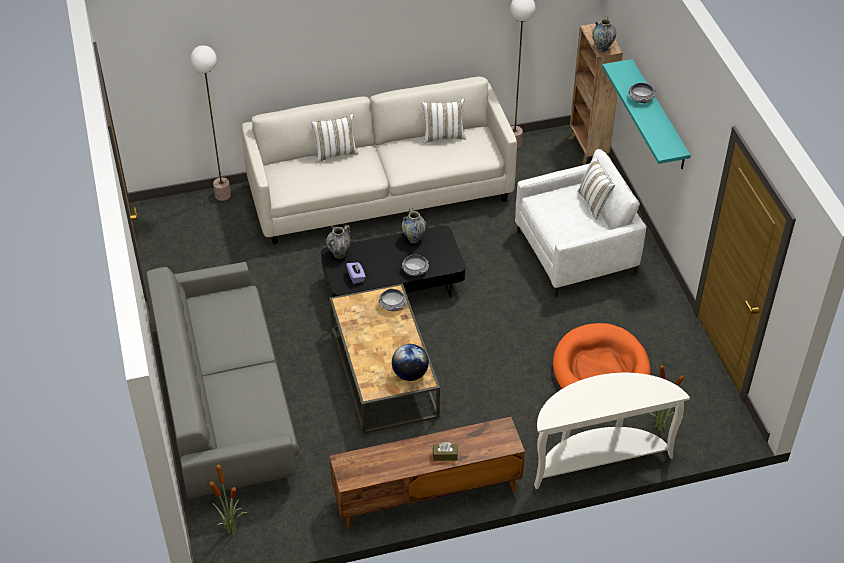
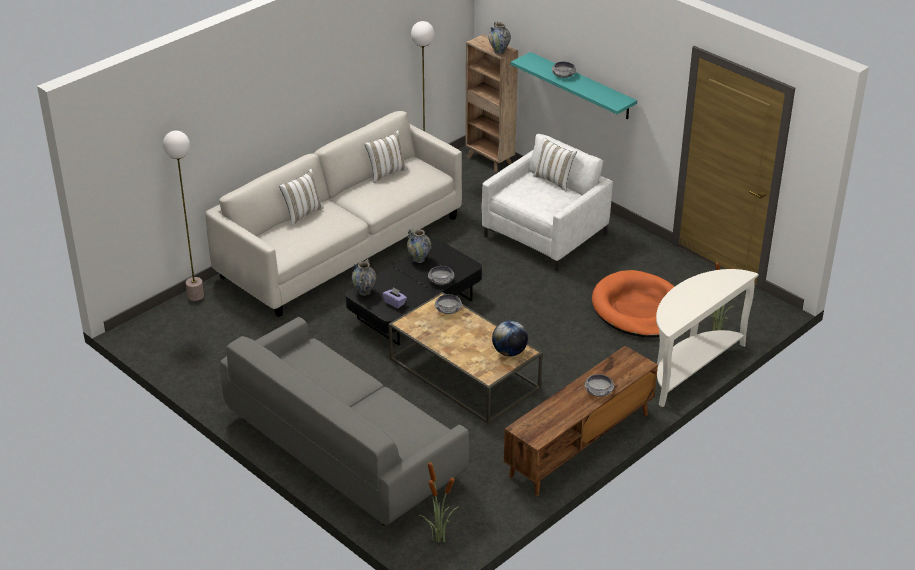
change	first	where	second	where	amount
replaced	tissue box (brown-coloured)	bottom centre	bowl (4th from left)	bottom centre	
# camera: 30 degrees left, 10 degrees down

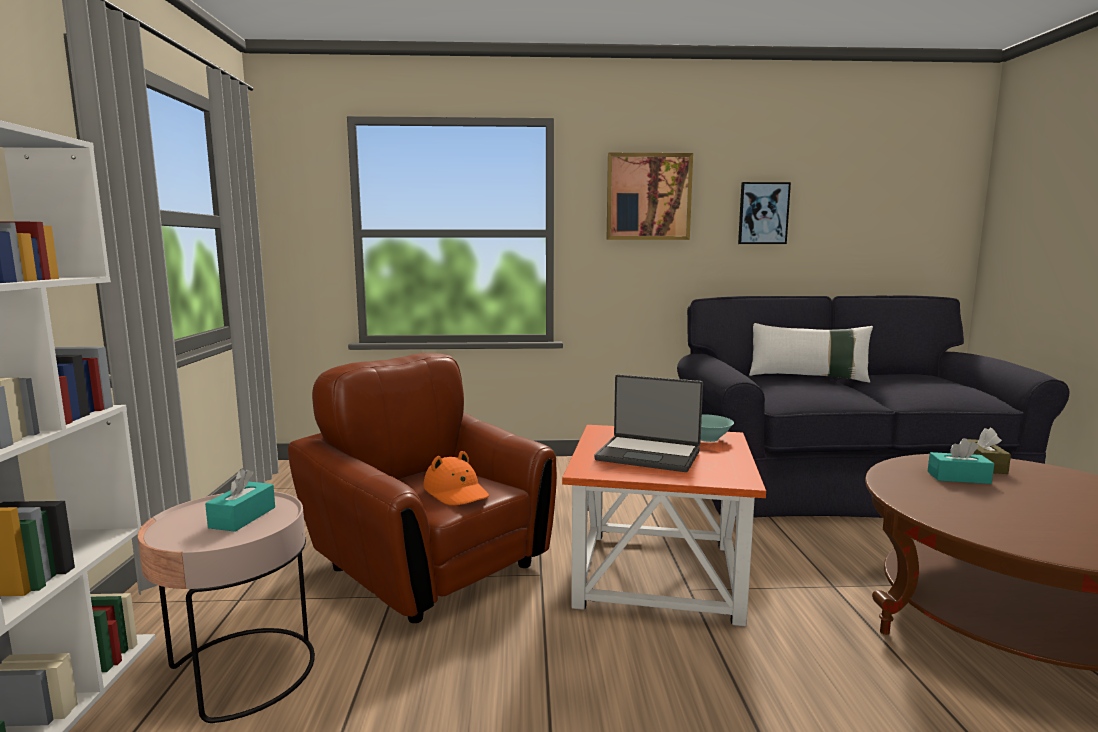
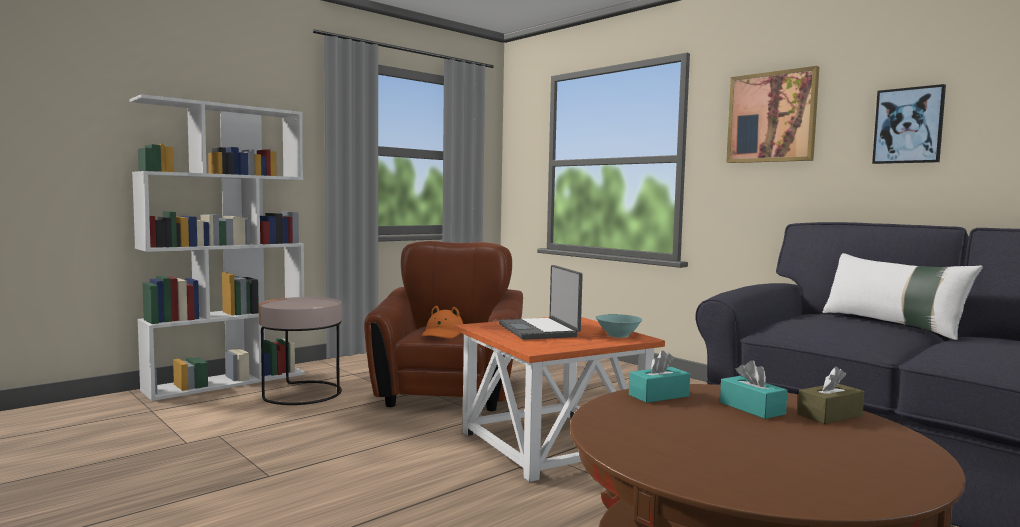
change	first	where	second	where	amount
moved	tissue box (turquoise-coloured) (1st from left)	bottom left		bottom centre	
# camera: 50 degrees right, 5 degrees down

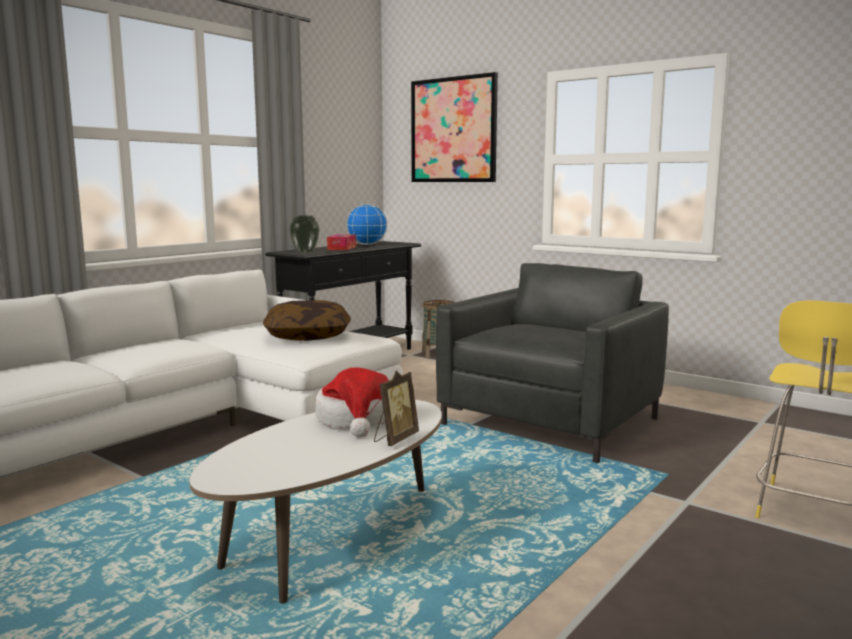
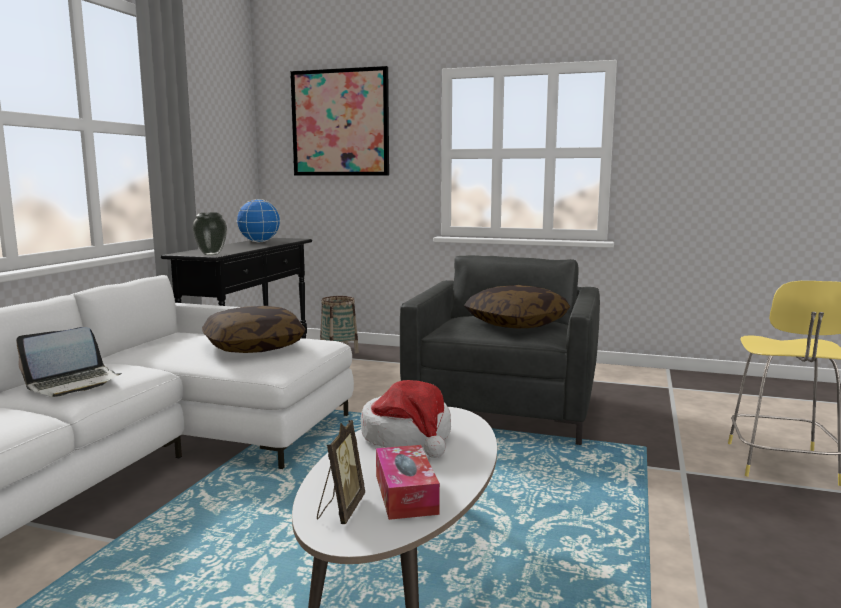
change	first	where	second	where	amount
moved	tissue box	centre		bottom centre	
moved	photo frame	centre		bottom centre	
added			portable computer	middle left	
added			throw pillow (2nd from left)	centre	
# camera: 20 degrees left, 0 degrees up

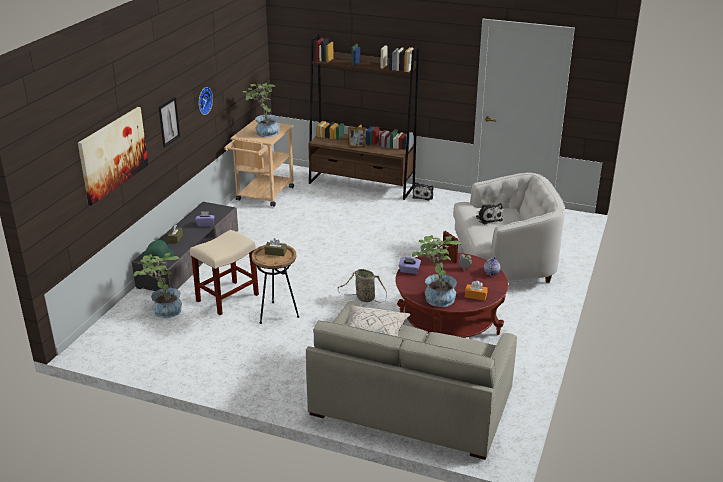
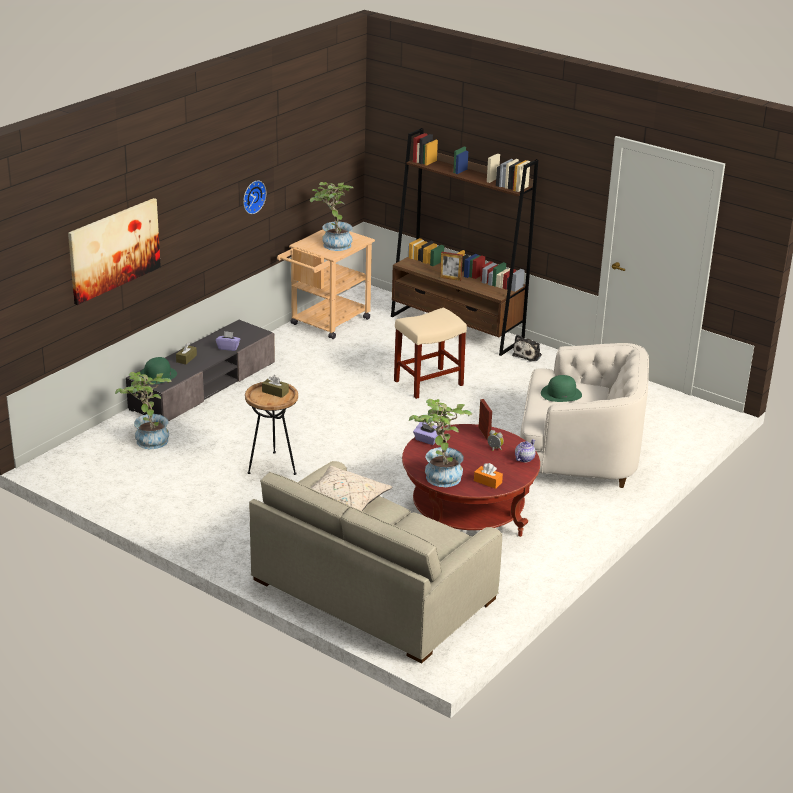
change	first	where	second	where	amount
removed	picture (2nd from left)	top left			
moved	stool (beige)	middle left		centre	
removed	storage basket	centre			
replaced	soft toy (2nd from left)	middle right	hat (green) (2nd from left)	middle right	
# camera: 15 degrees right, 0 degrees up

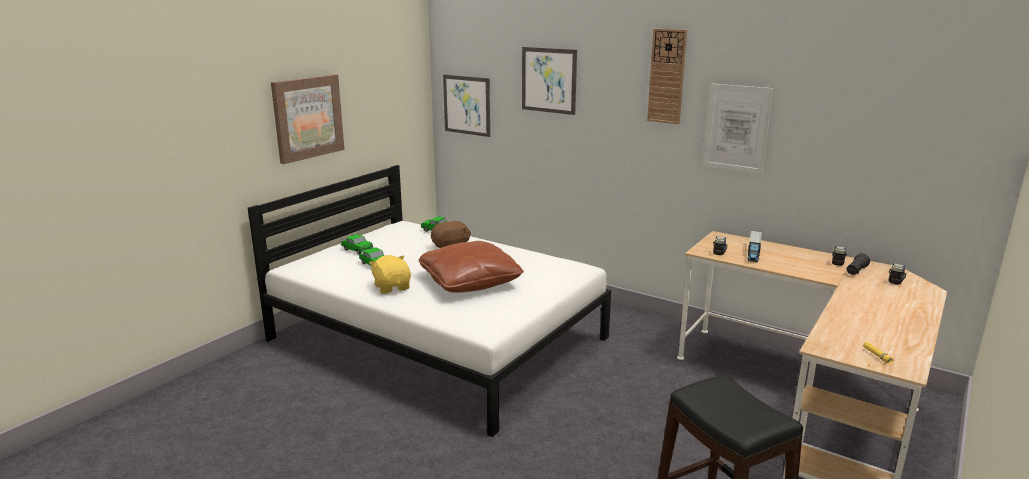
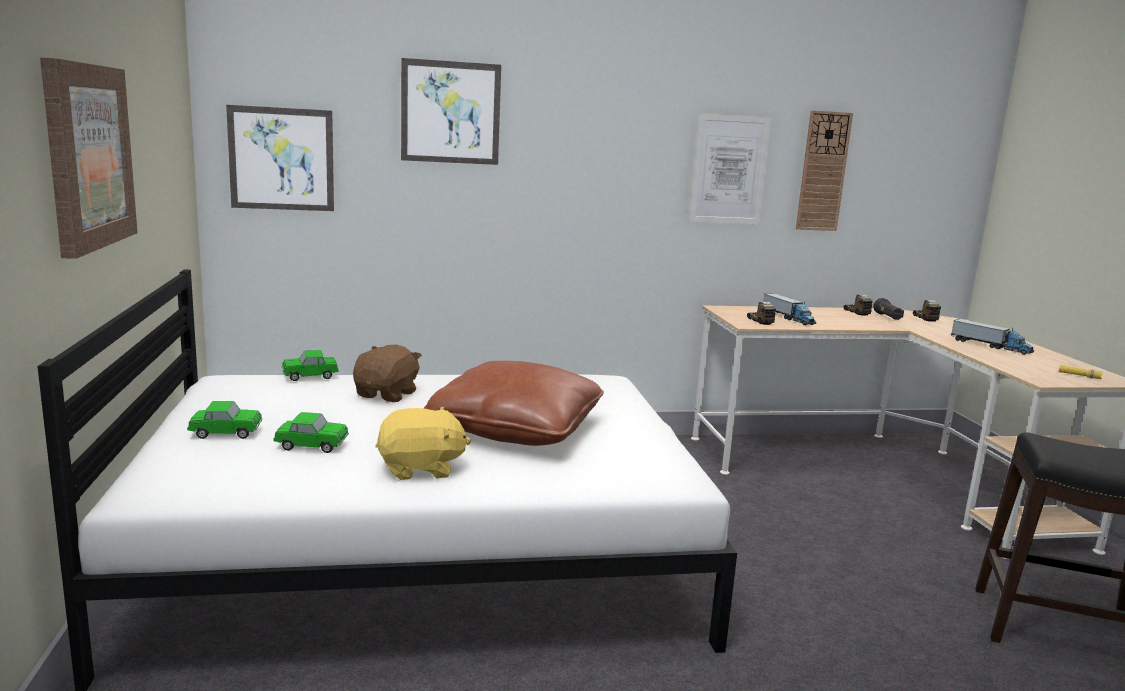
change	first	where	second	where	amount
turned	soft toy (yellow)	centre		centre	150 degrees clockwise
moved	clock on the wall	top centre		top right	
added			toy lorry (5th from left)	middle right	
# camera: 45 degrees left, 5 degrees down

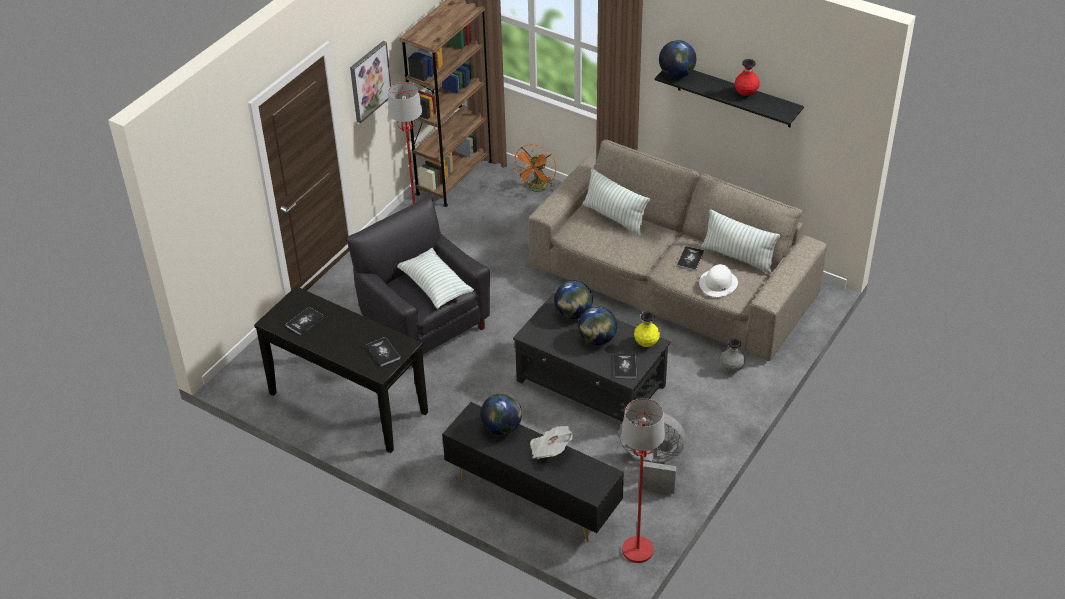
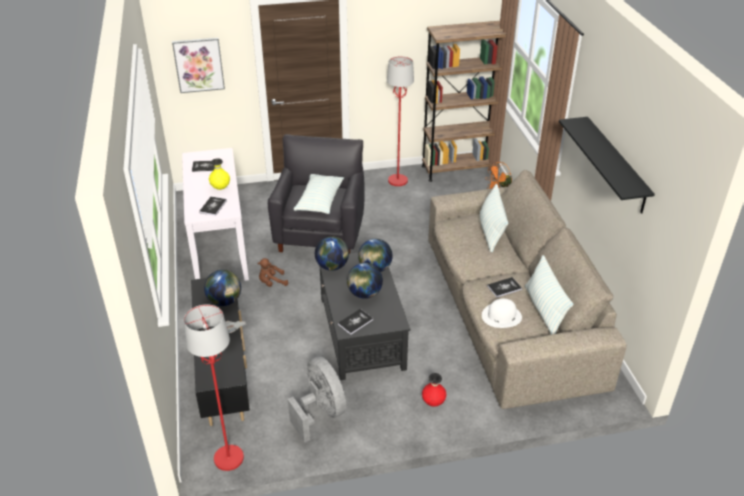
change	first	where	second	where	amount
recoloured	narrow table (black)	middle left	narrow table (white)	middle left	
moved	picture	top centre		top left	
moved	vase (yellow)	centre		middle left	
moved	globe (4th from left in the first image)	top centre	globe (2nd from left)	centre	
removed	vase (greyish)	middle right			
moved	vase (red-coloured)	top right		bottom centre	
added			soft toy (brown-coloured)	centre	
# camera: 45 degrees right, 5 degrees down

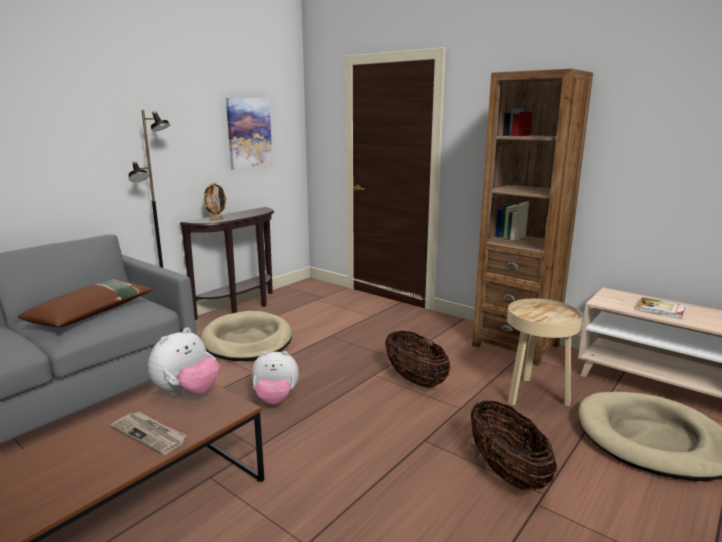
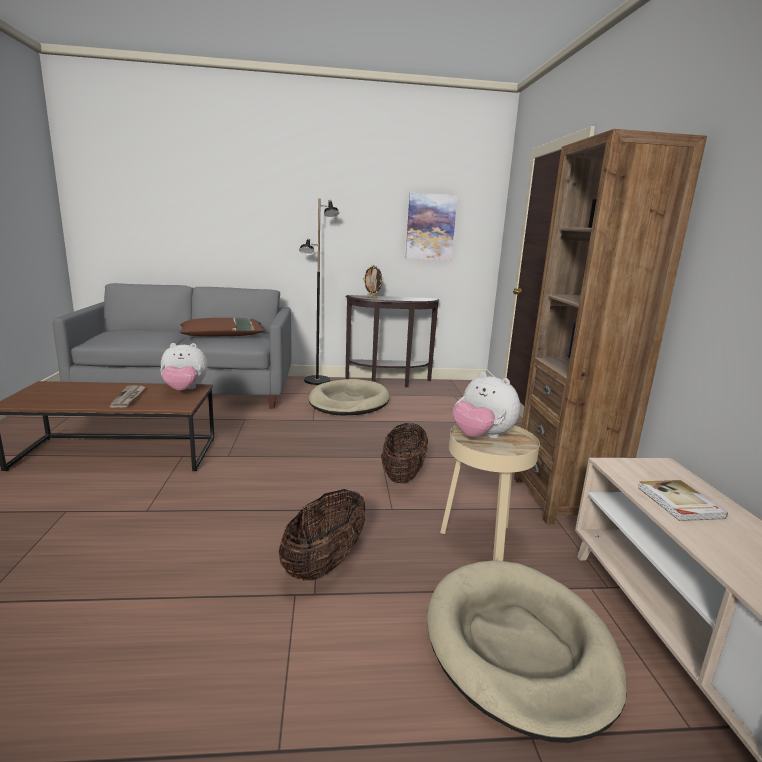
change	first	where	second	where	amount
moved	soft toy (2nd from left)	bottom centre		centre	
# camera: 45 degrees right, 0 degrees up

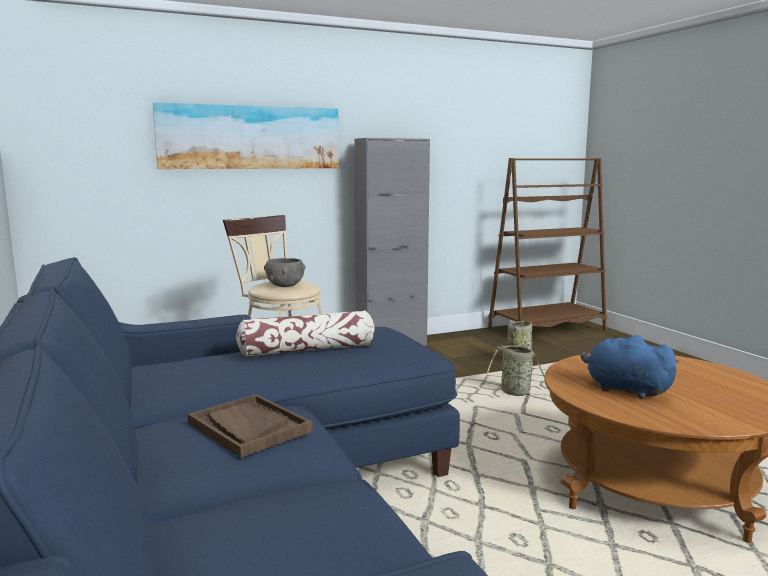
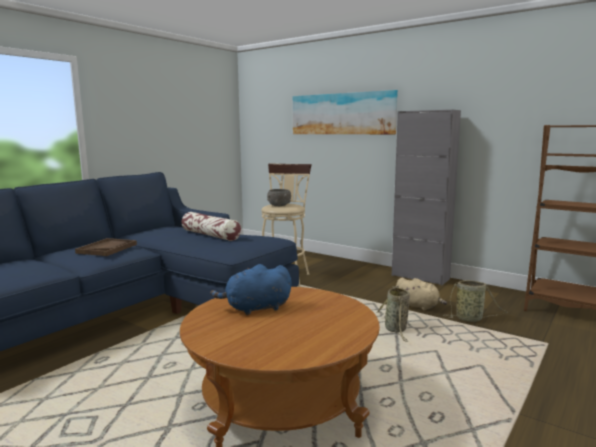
change	first	where	second	where	amount
turned	soft toy (blue)	middle right		centre	120 degrees counterclockwise
added			soft toy (beige)	middle right	
# camera: 60 degrees right, 0 degrees up

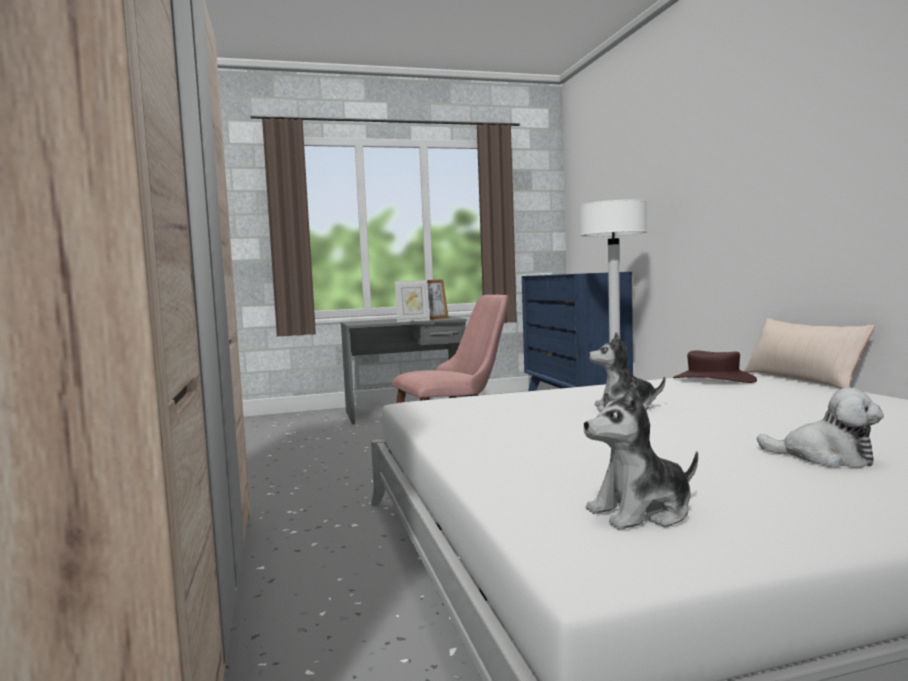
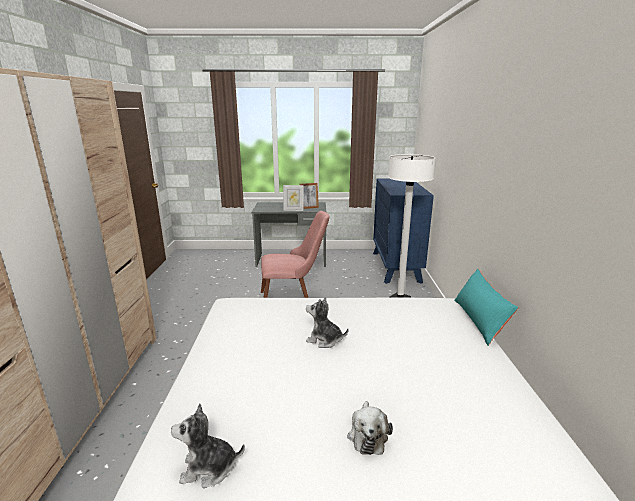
change	first	where	second	where	amount
removed	hat (brown-coloured)	middle right			
recoloured	throw pillow (beige)	middle right	throw pillow (turquoise-coloured)	middle right	
turned	soft toy (3rd from left)	middle right		bottom centre	45 degrees clockwise
# camera: 15 degrees right, 15 degrees up

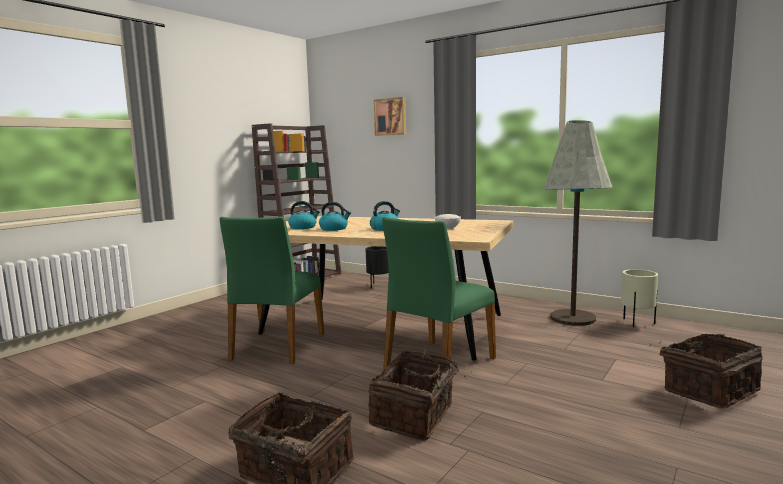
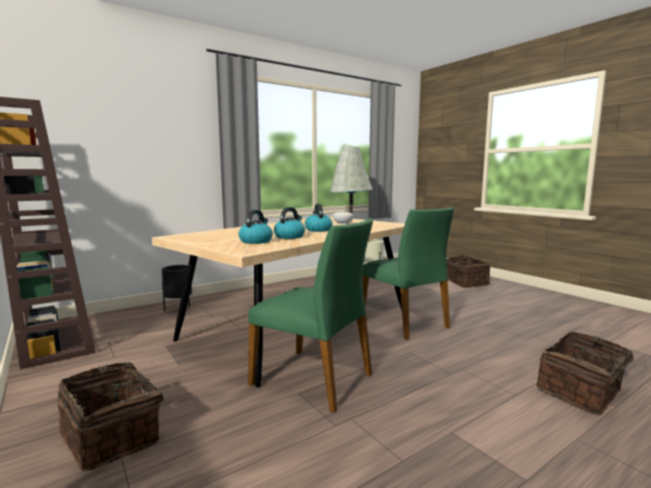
change	first	where	second	where	amount
moved	storage basket (2nd from left in the first image)	bottom centre	storage basket (1st from left)	bottom left	
removed	picture	top centre			
# camera: 70 degrees left, 0 degrees up

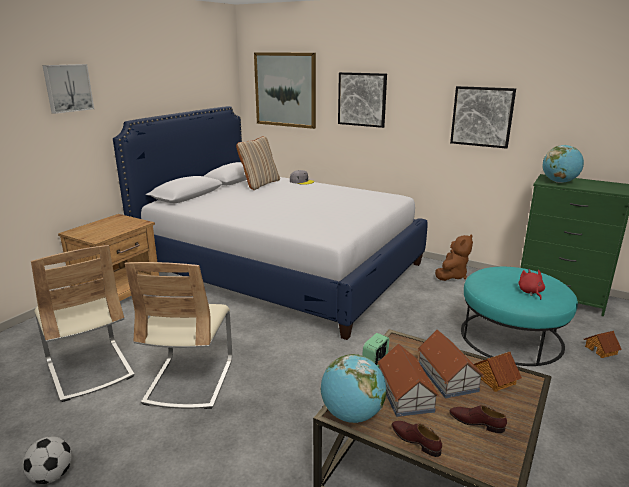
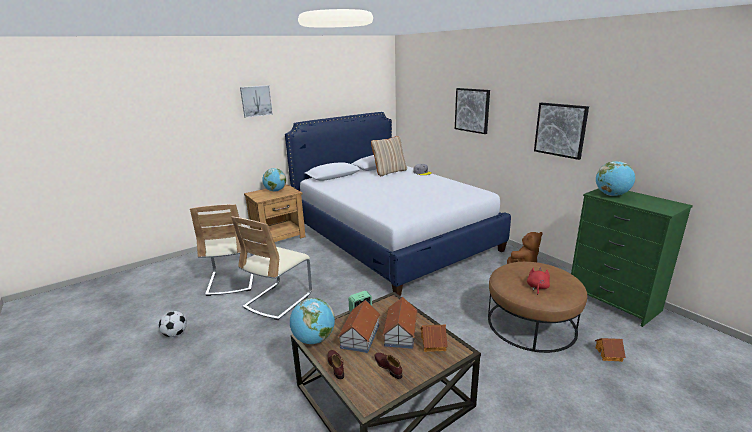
change	first	where	second	where	amount
removed	picture (2nd from left)	top centre			
recoloured	pouffe (turquoise-coloured)	middle right	pouffe (brown-coloured)	bottom right	
added			globe (1st from left)	centre	
# camera: 25 degrees right, 0 degrees up

